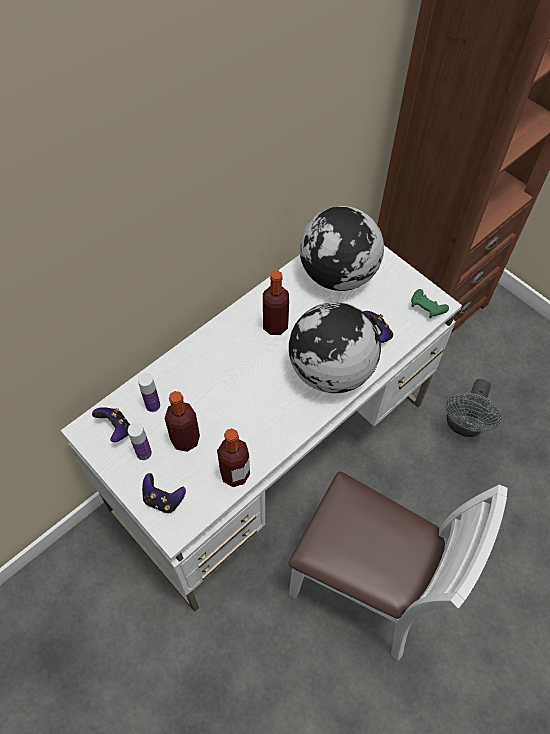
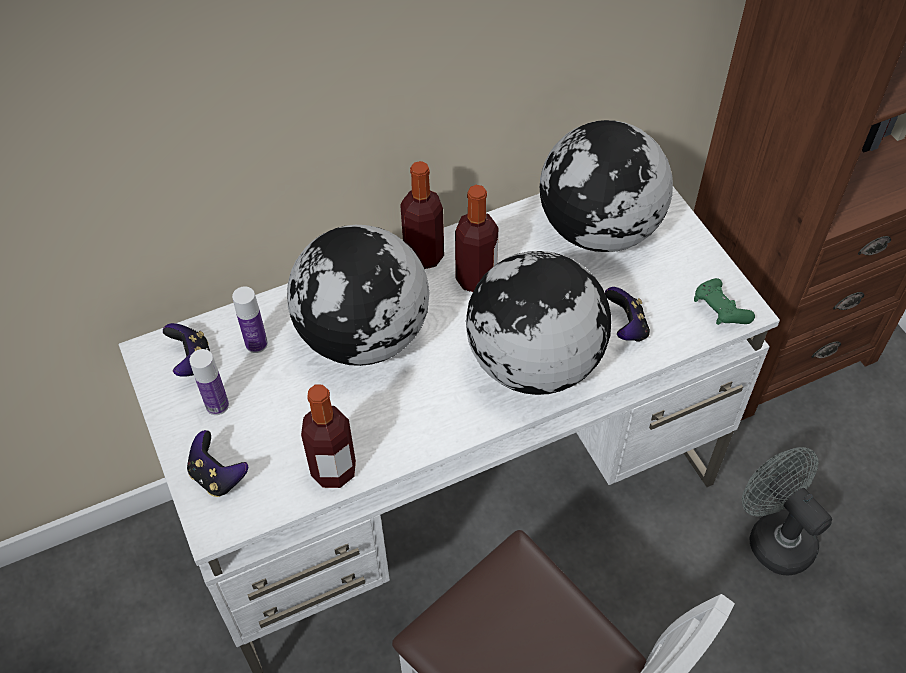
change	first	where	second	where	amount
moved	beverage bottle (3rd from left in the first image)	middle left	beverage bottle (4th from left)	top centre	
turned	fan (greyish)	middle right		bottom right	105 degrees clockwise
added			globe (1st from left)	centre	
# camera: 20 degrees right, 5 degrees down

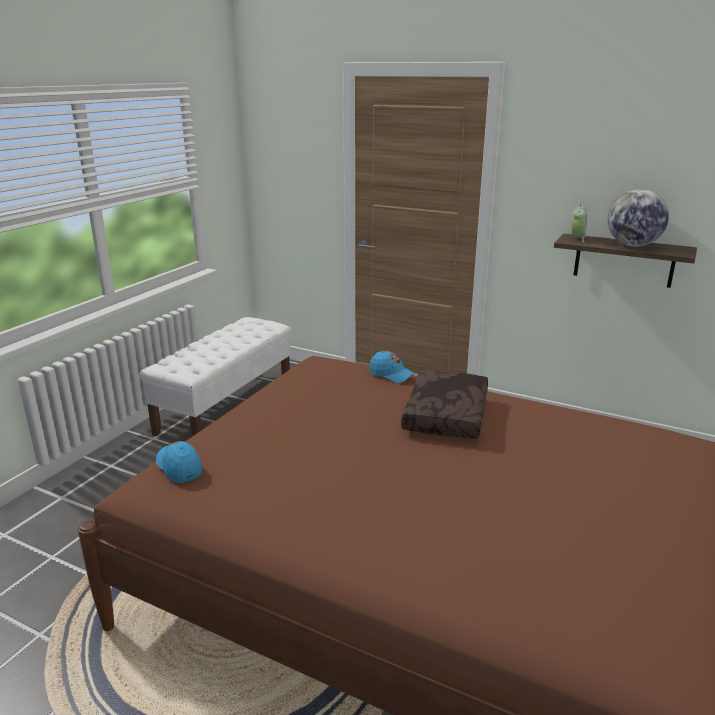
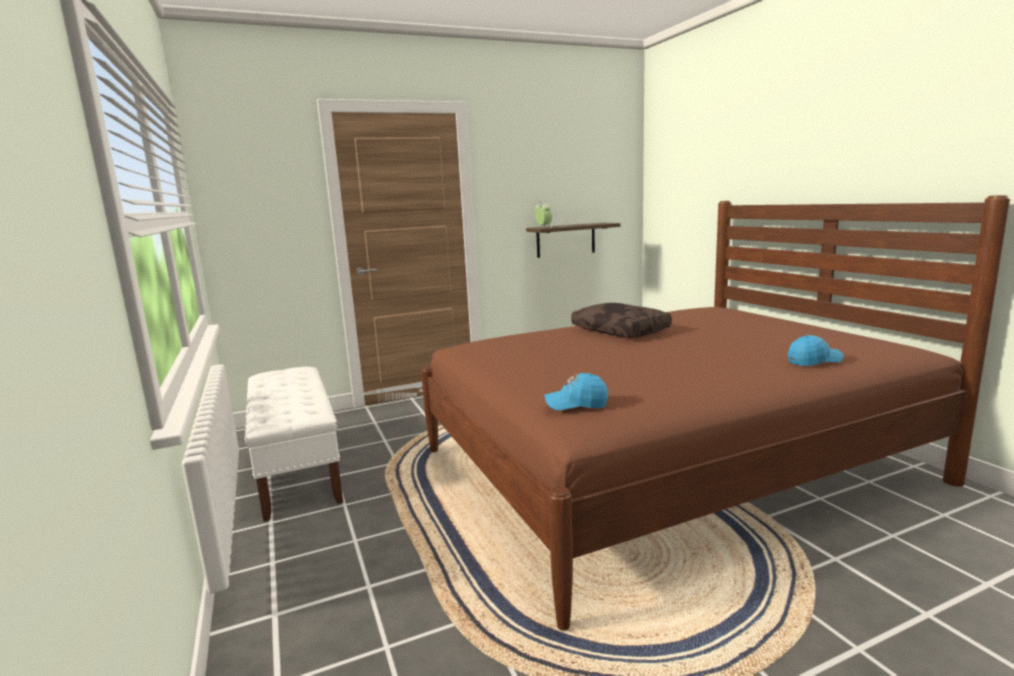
change	first	where	second	where	amount
moved	peaked cap (blue) (2nd from left)	centre		middle right	
removed	globe	top right			
# camera: 50 degrees left, 10 degrees down

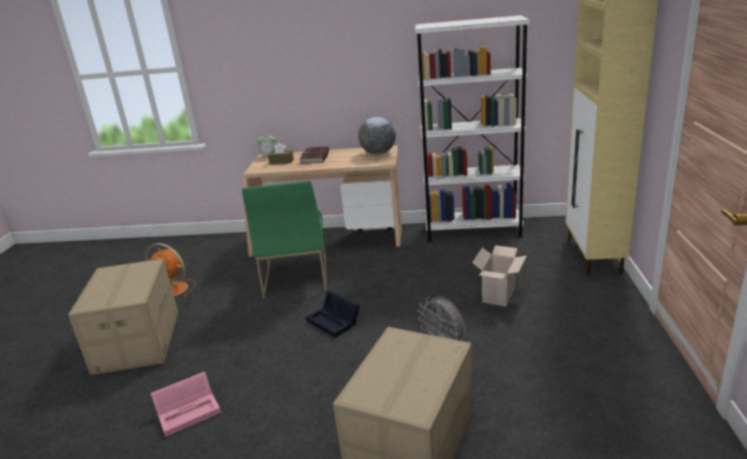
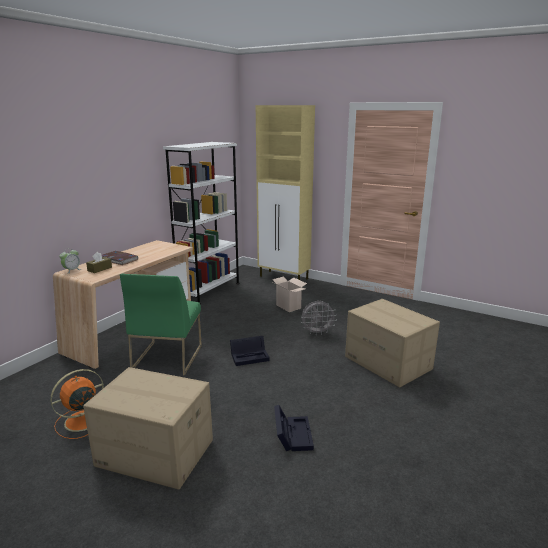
change	first	where	second	where	amount
recoloured	storage container (pink-coloured)	bottom left	storage container (black) (2nd from left)	bottom centre	
turned	upright chair (green)	centre		middle left	75 degrees clockwise
removed	globe	top centre			
# camera: 65 degrees left, 5 degrees down

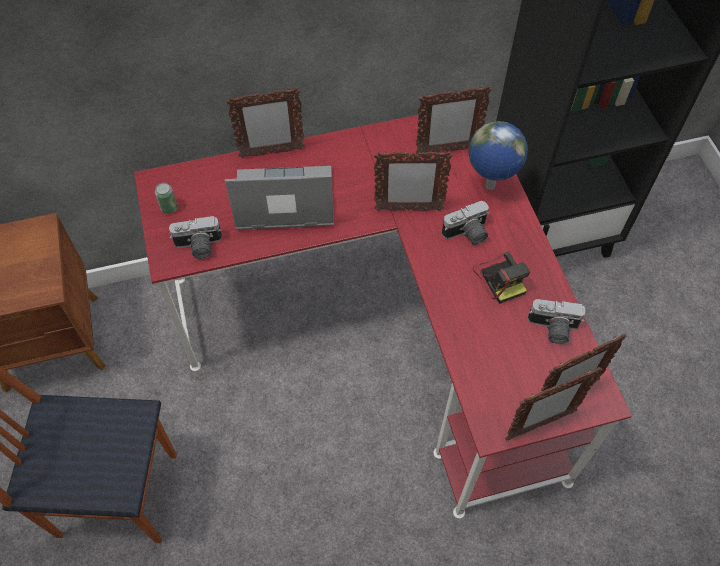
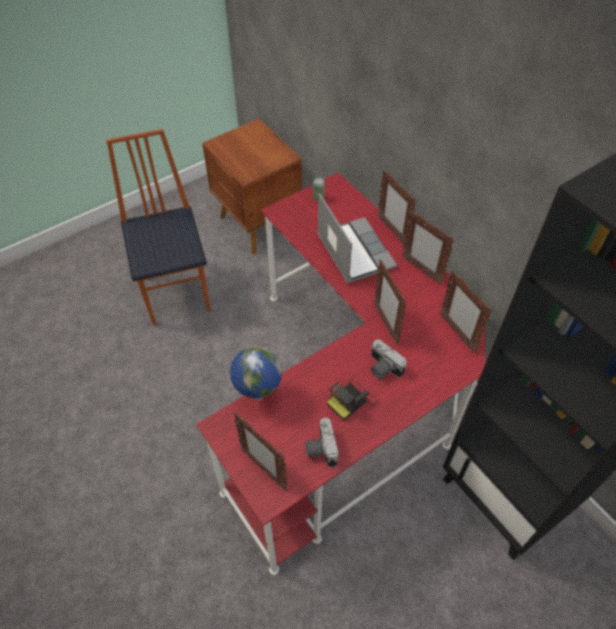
change	first	where	second	where	amount
removed	photo camera (1st from left)	middle left			
moved	globe	top right		centre	
moved	photo frame (4th from left)	bottom right		middle right	
# camera: 70 degrees right, 5 degrees down

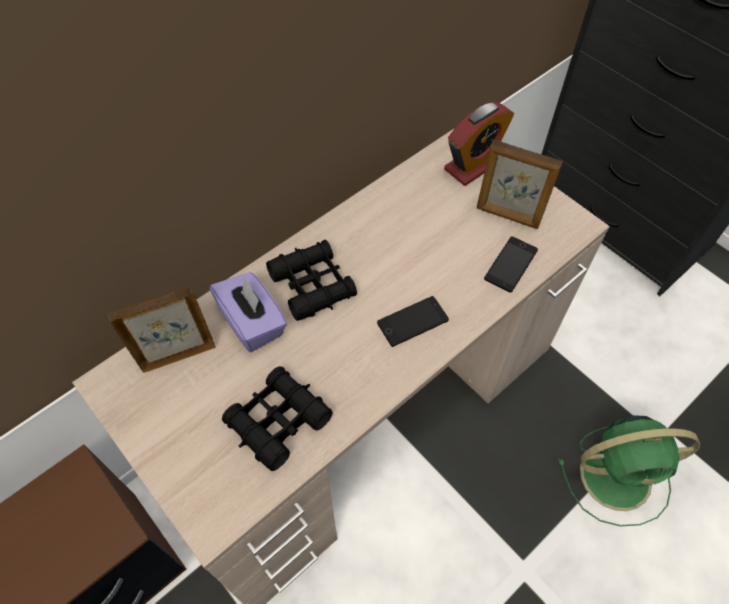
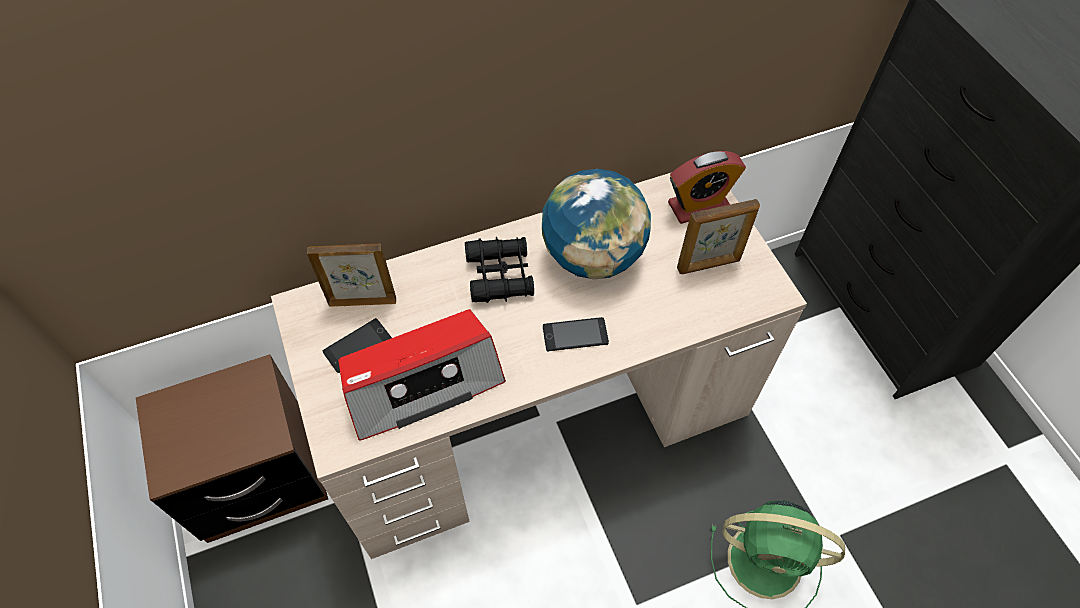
change	first	where	second	where	amount
removed	tissue box (purplish)	centre			
replaced	binoculars (black) (1st from left)	bottom centre	radio receiver	centre	
turned	photo frame (2nd from left)	top right		centre	60 degrees counterclockwise
moved	handset (2nd from left in the first image)	middle right	handset (1st from left)	middle left	
added			globe	centre	
# camera: 20 degrees right, 0 degrees up

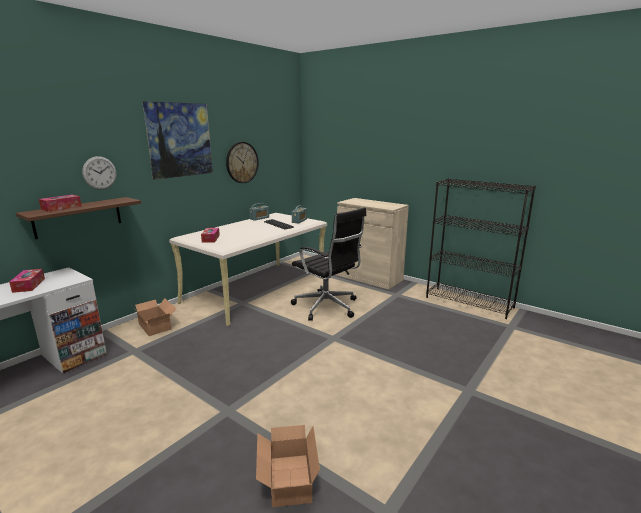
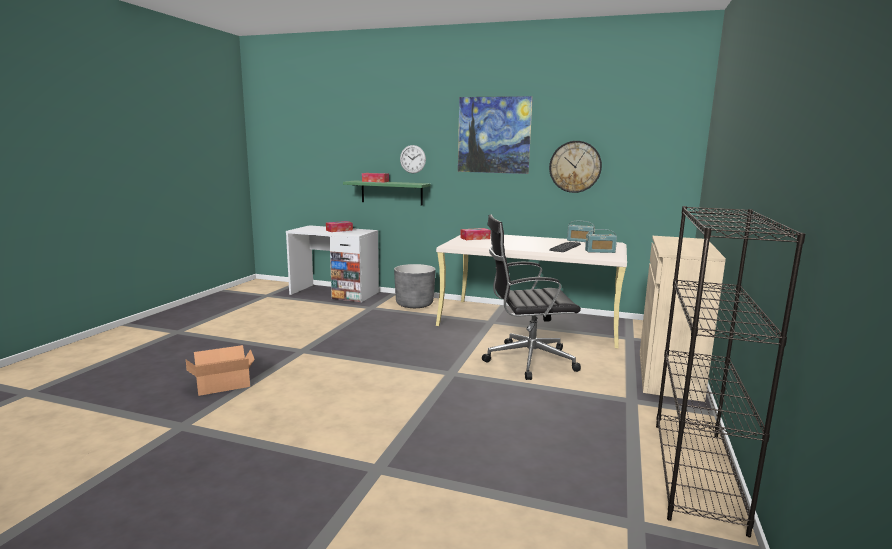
change	first	where	second	where	amount
recoloured	shelf (brown-coloured)	middle left	shelf (green)	centre	
replaced	carton (1st from left)	middle left	planter (greyish)	centre	
turned	desk chair (black)	centre		centre	60 degrees clockwise
# camera: 70 degrees right, 5 degrees down

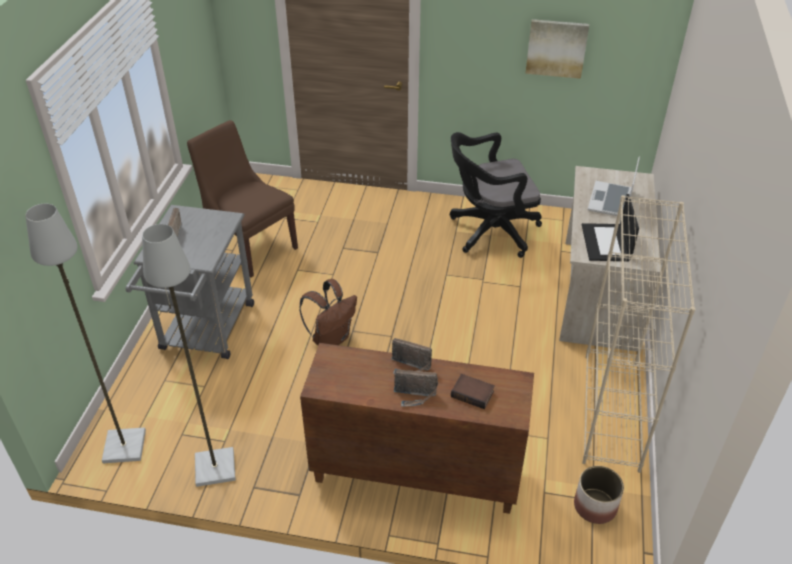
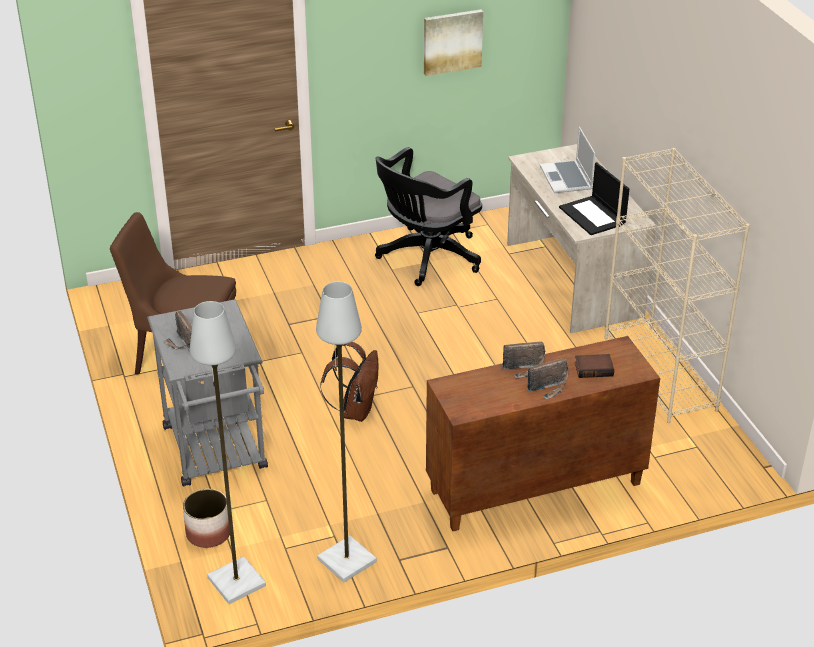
change	first	where	second	where	amount
moved	planter	bottom right		bottom left	
# camera: 30 degrees left, 5 degrees down

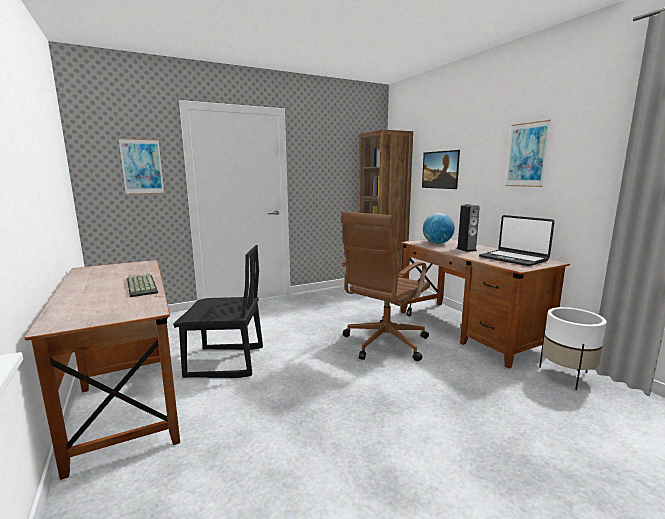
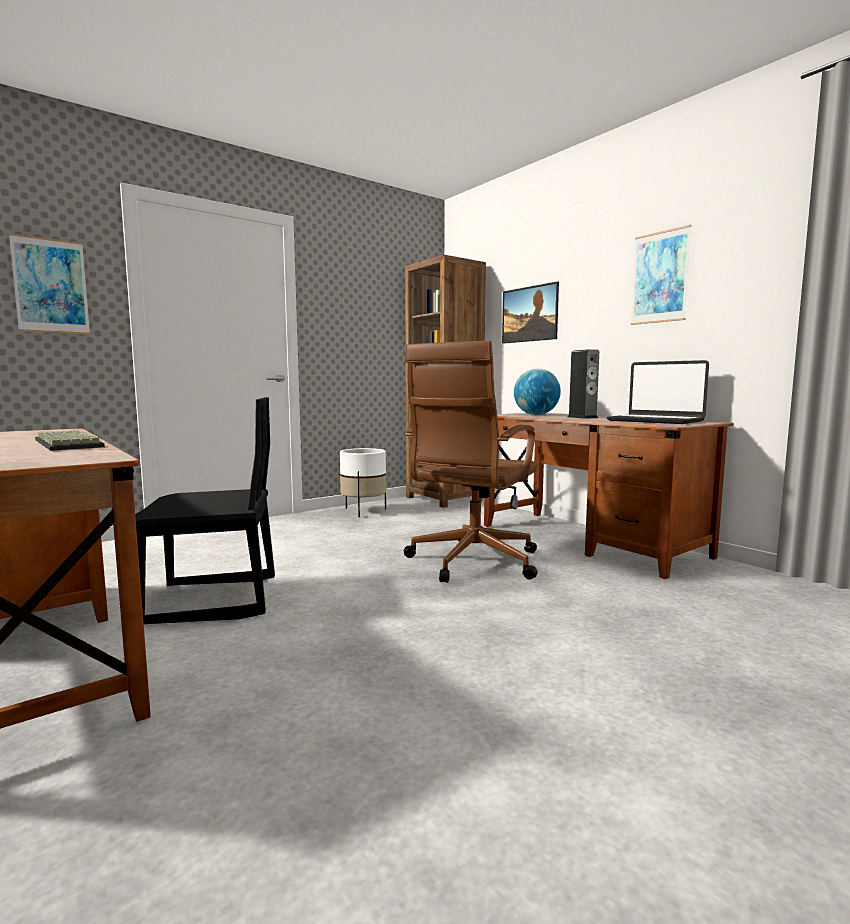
change	first	where	second	where	amount
moved	planter (white)	bottom right		centre	
# camera: 10 degrees left, 5 degrees down

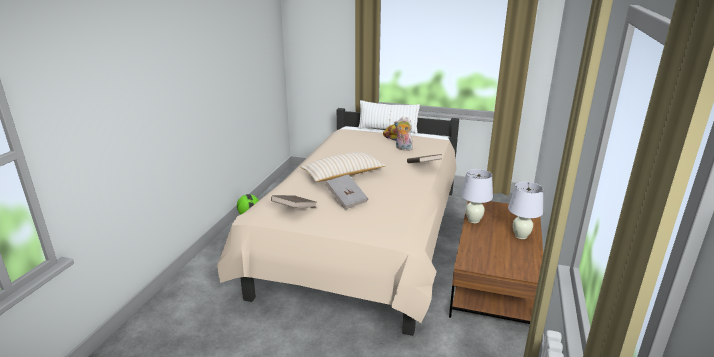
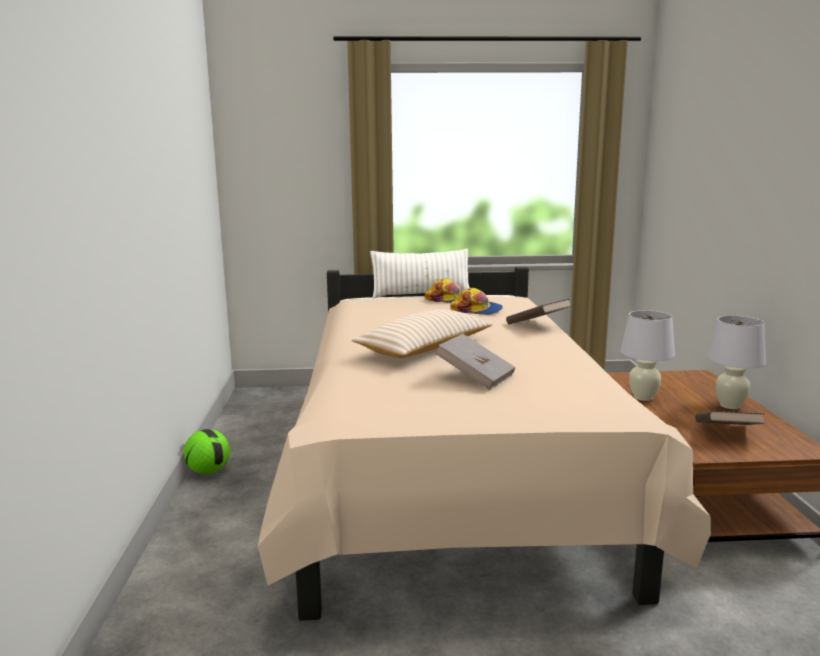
change	first	where	second	where	amount
moved	bound book (brown-coloured) (1st from left in the first image)	centre	bound book (brown-coloured) (2nd from left)	middle right	
replaced	soft toy	centre	peaked cap (2nd from left)	centre	
# camera: 20 degrees left, 10 degrees down

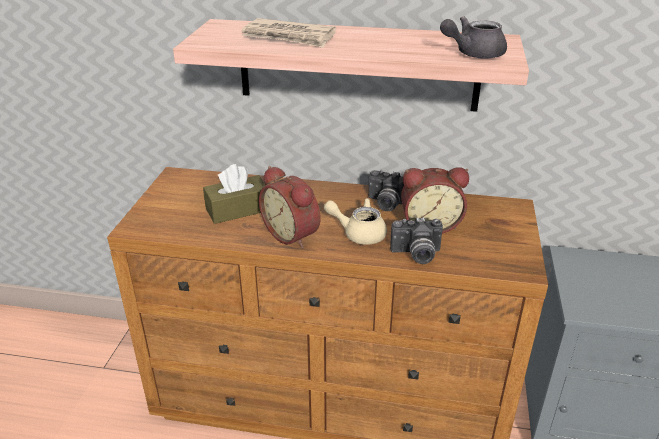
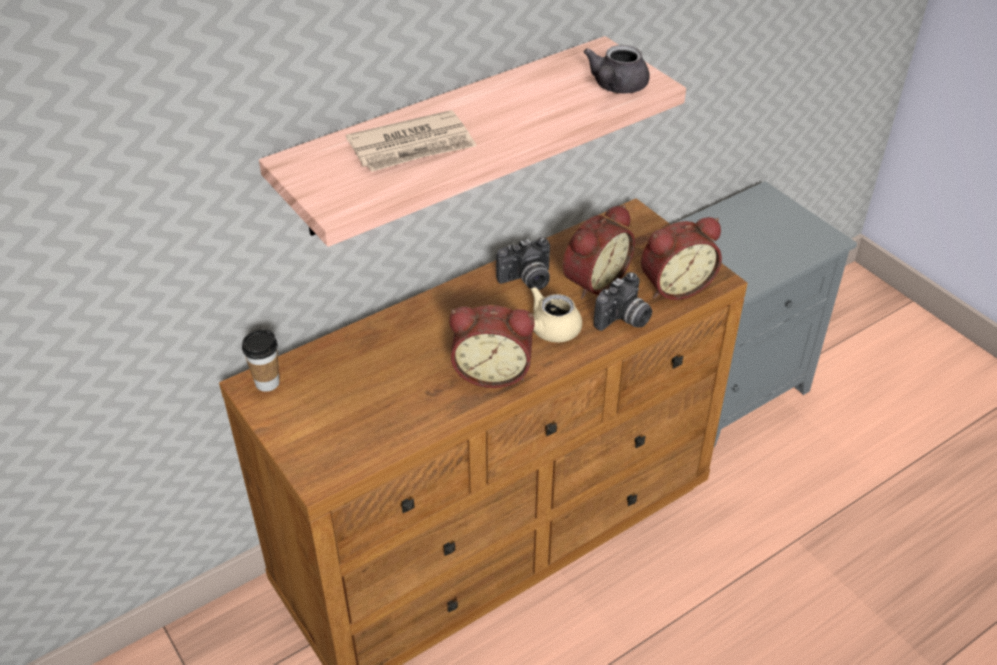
change	first	where	second	where	amount
removed	tissue box (brown-coloured)	centre			
added			small cup	middle left	
added			table clock (3rd from left)	middle right	
# camera: 45 degrees left, 10 degrees up

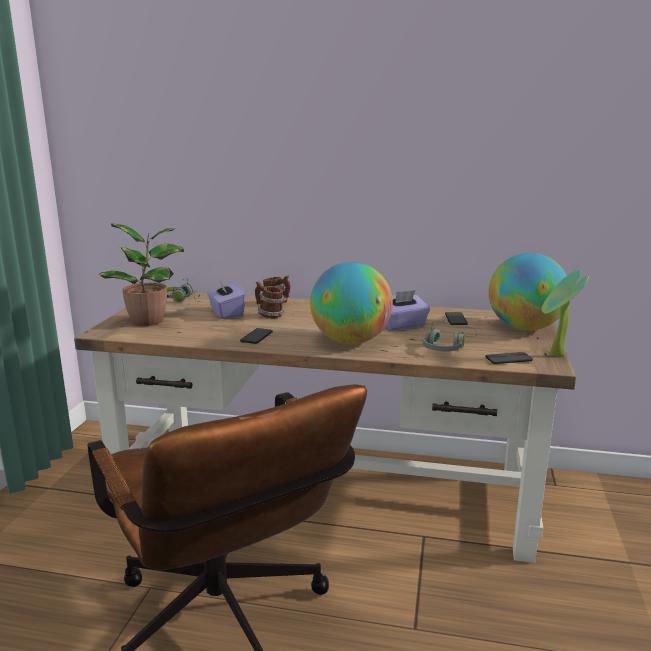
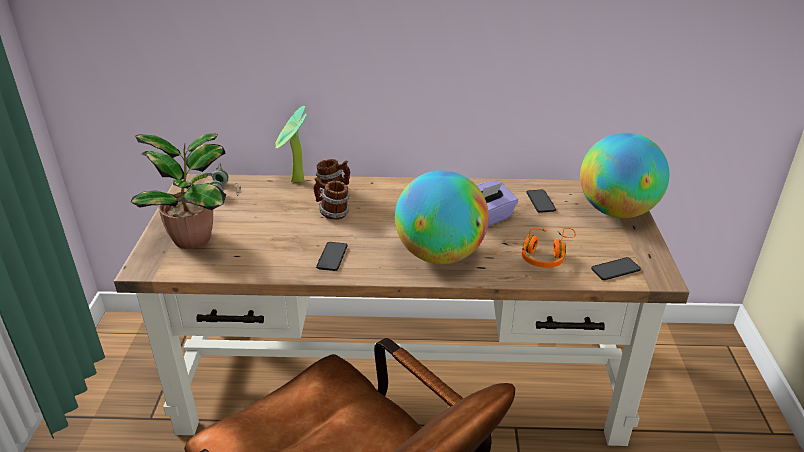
change	first	where	second	where	amount
removed	tissue box (purplish) (1st from left)	centre			
recoloured	pair of headphones (greyish) (2nd from left)	middle right	pair of headphones (orange)	middle right	
moved	potted plant (2nd from left)	middle right		top centre	
# camera: 10 degrees left, 15 degrees up

